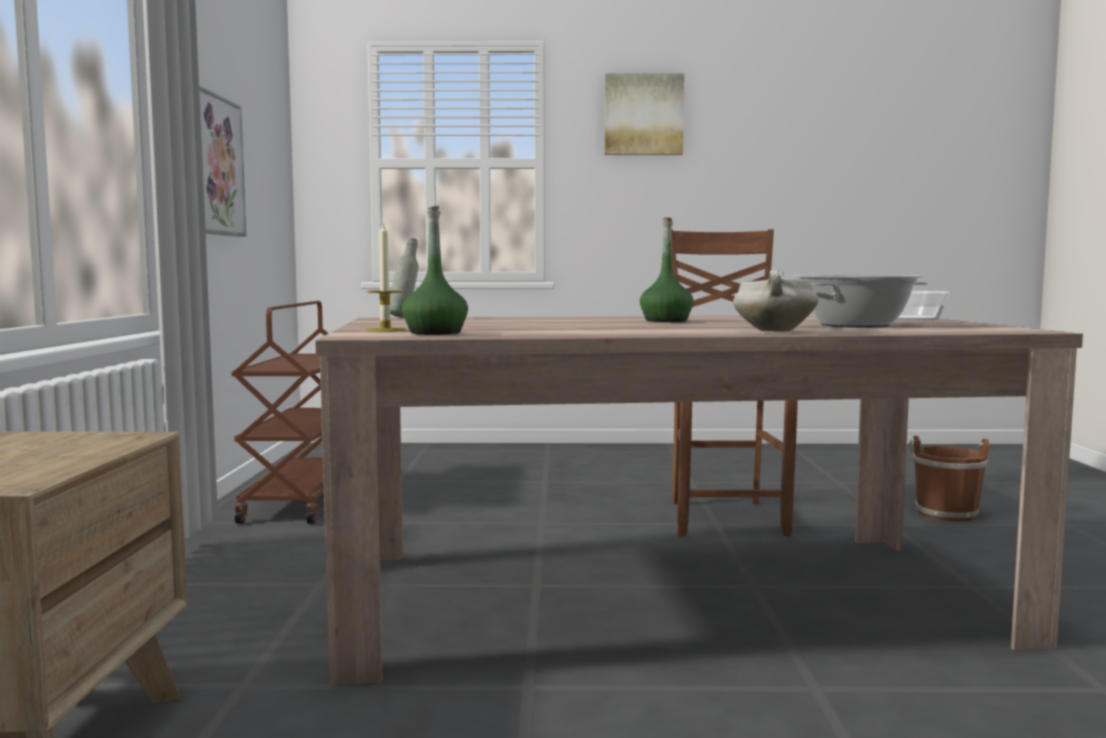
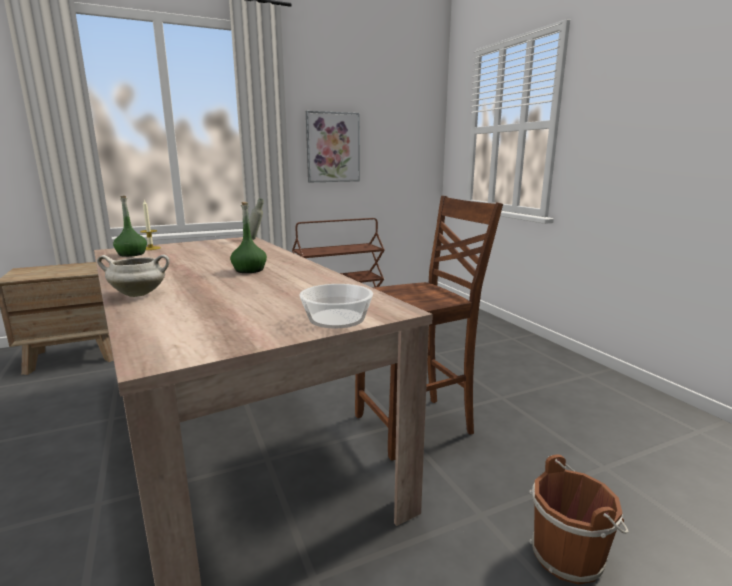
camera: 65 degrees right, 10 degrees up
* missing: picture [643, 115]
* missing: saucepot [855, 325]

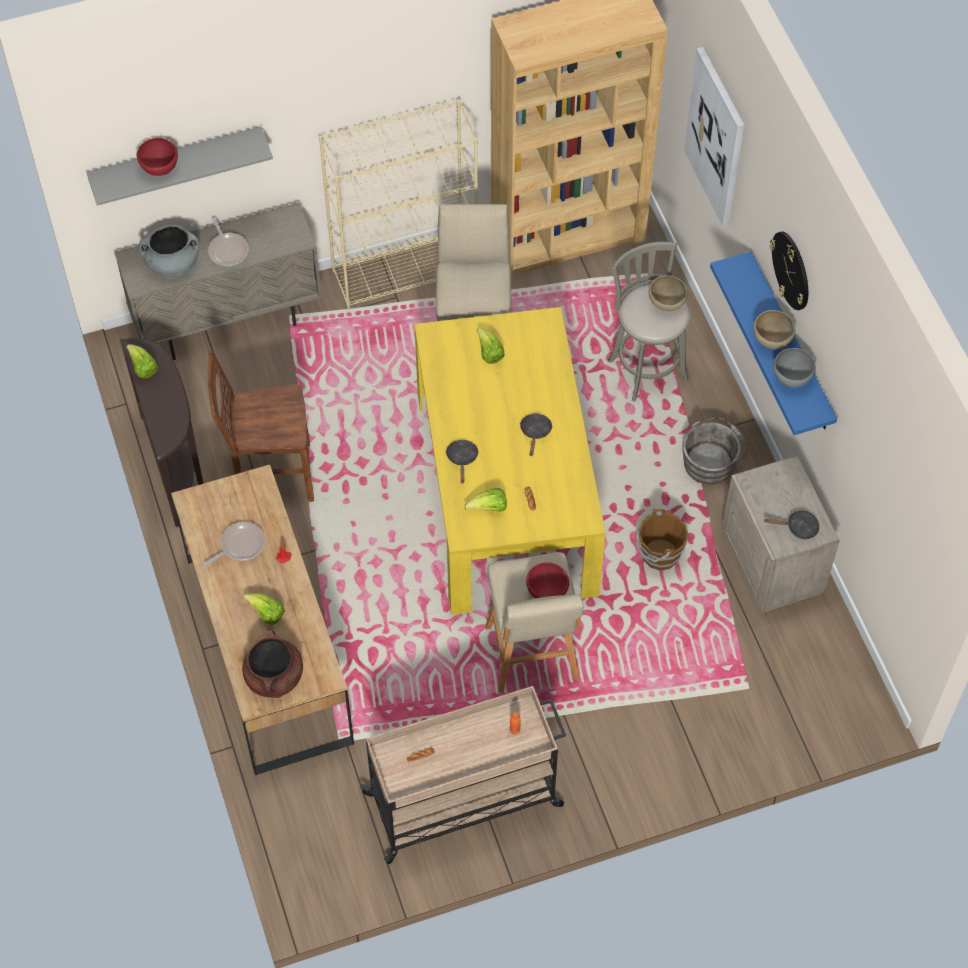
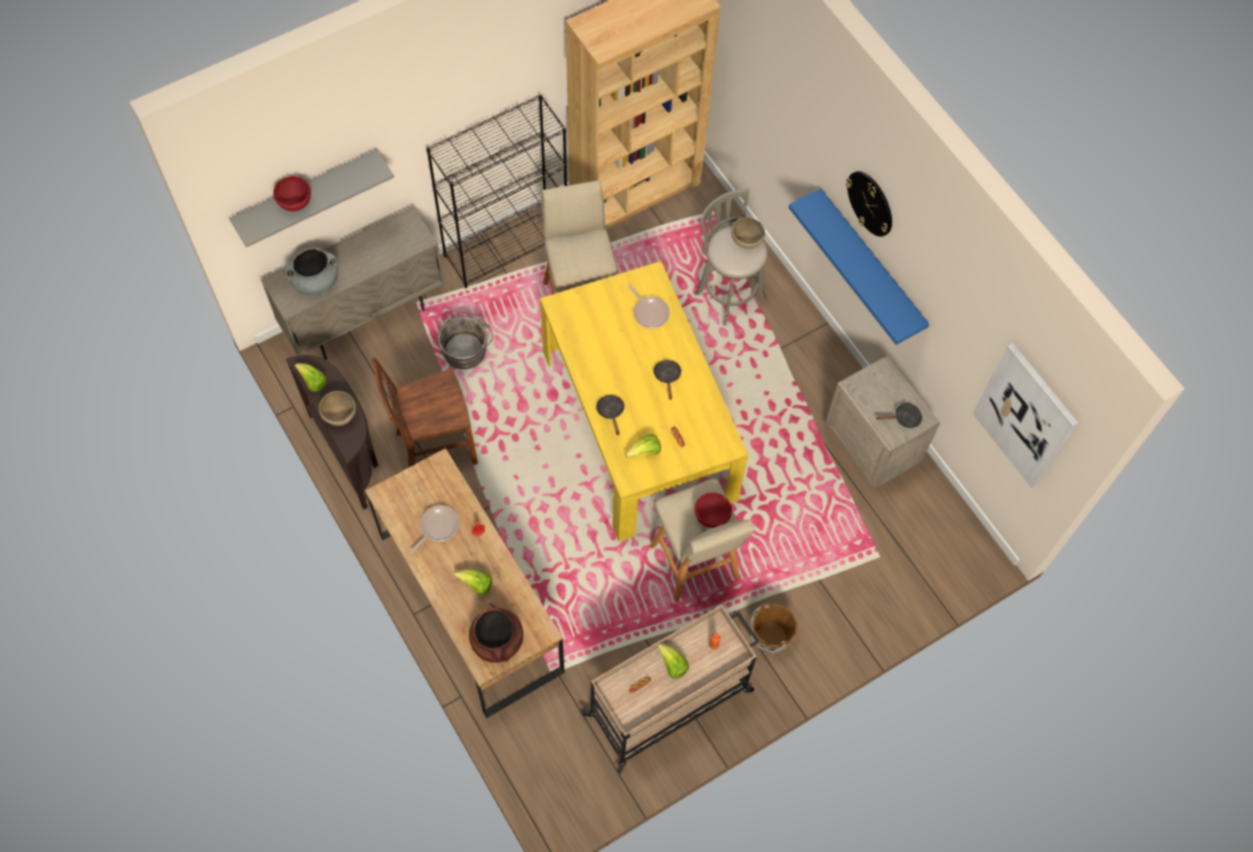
camera: 15 degrees left, 5 degrees up
* missing: deep dish/greyish [791, 378]
* relocated: frying pan [228, 250] to [649, 312]
* relocated: lettuce head [489, 353] to [672, 665]
* relocated: bucket/brown [659, 554] to [769, 638]
* relocated: bucket/greyish [711, 461] to [466, 349]
* relocated: picture [716, 137] to [1025, 416]
* relocated: deep dish/brown [771, 341] to [340, 416]
* colour: shelving unit/beige [405, 271] to shelving unit/blackish [506, 245]

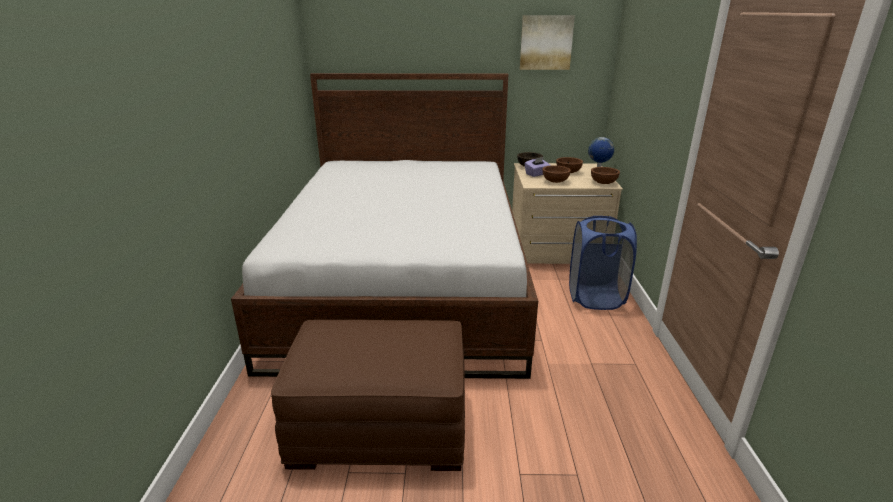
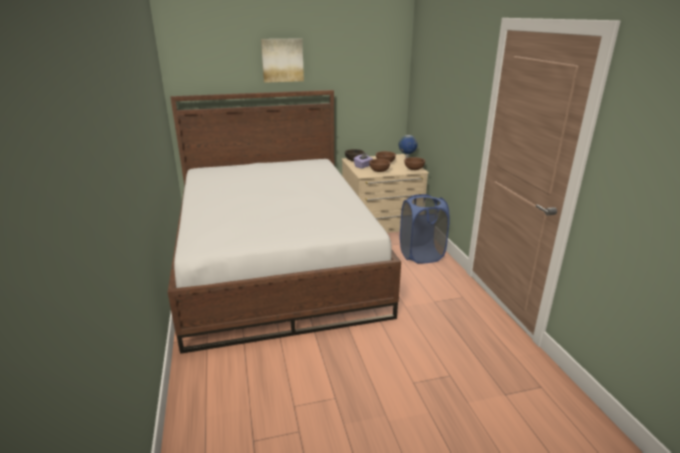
camera: 15 degrees left, 0 degrees up
* missing: ottoman/brown [381, 424]
* relocated: picture [546, 42] to [282, 60]

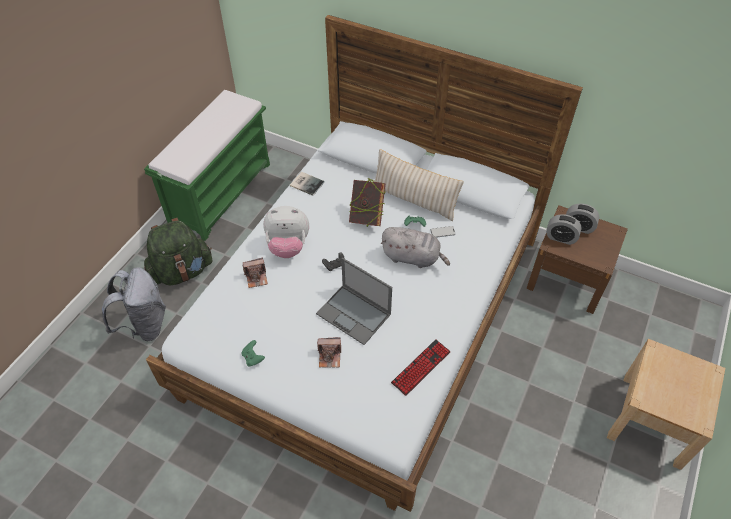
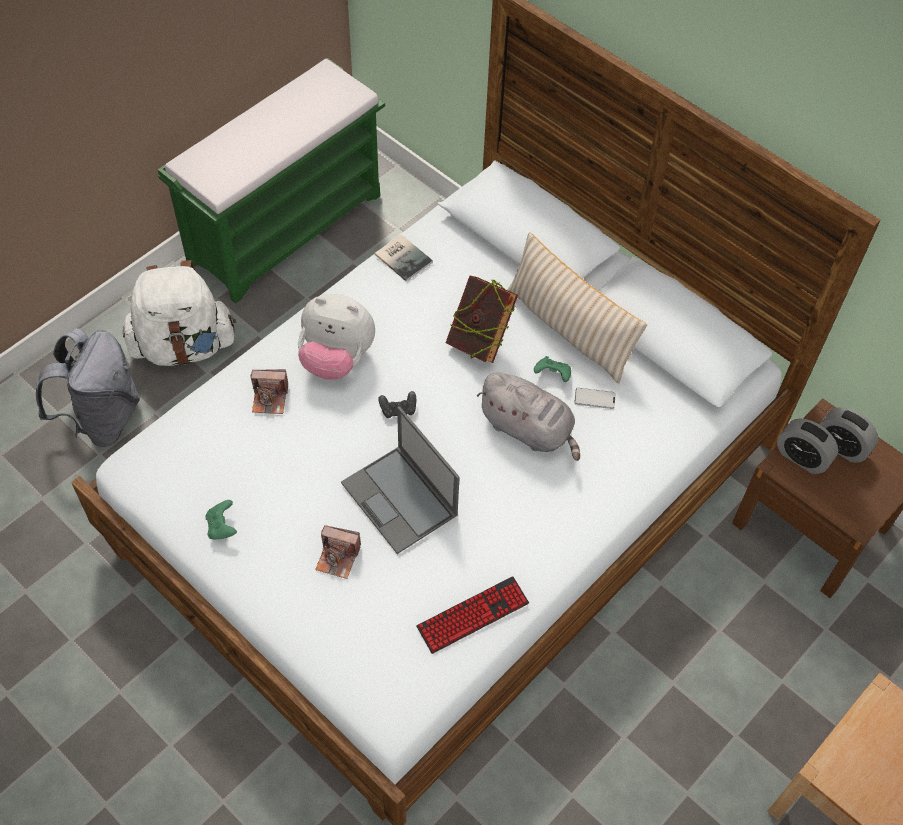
camera: 15 degrees right, 5 degrees up
* colour: backpack/green-coloured [182, 271] to backpack/white [184, 346]

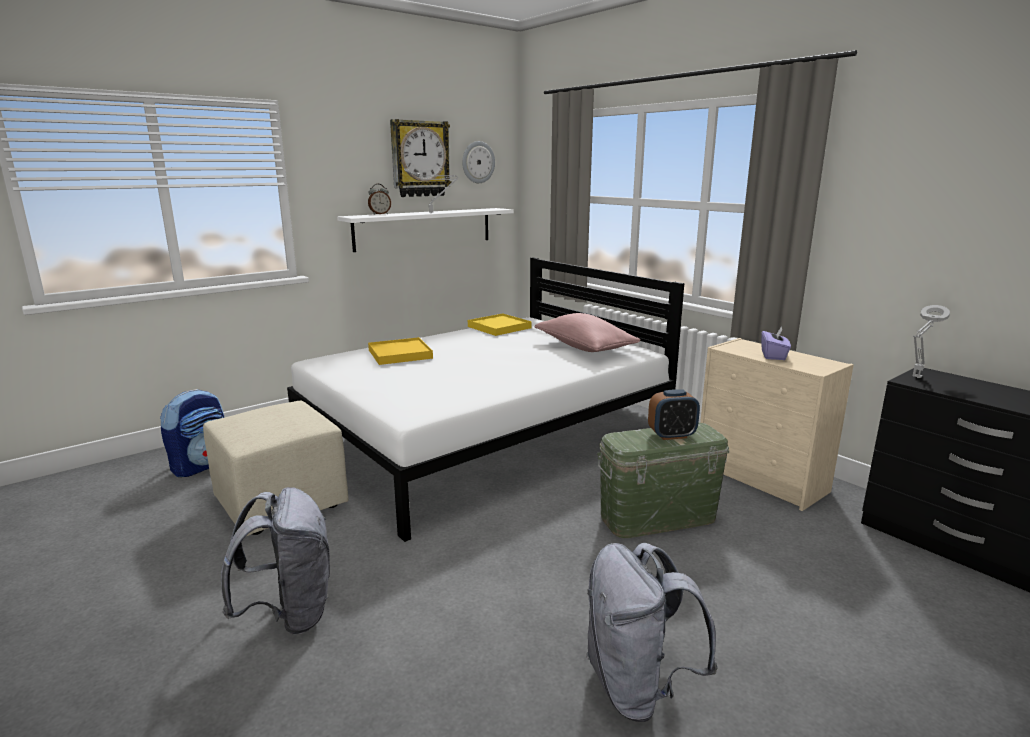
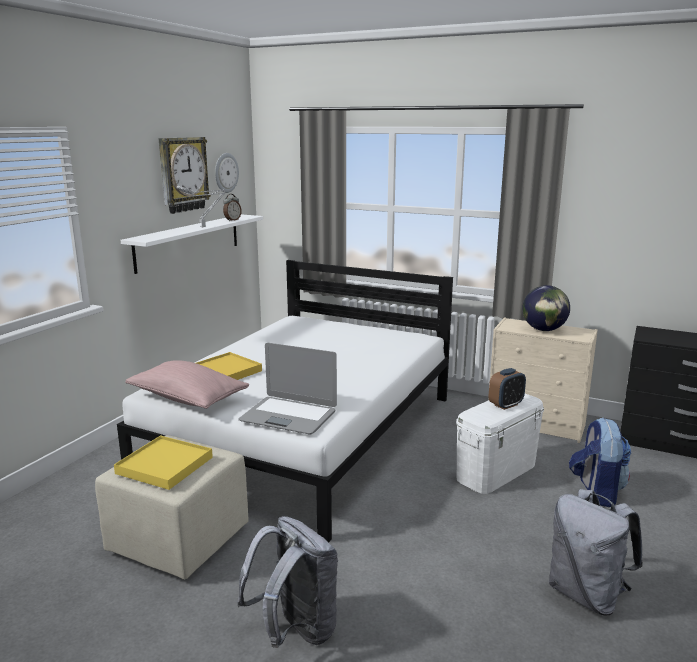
camera: 25 degrees left, 0 degrees up
* missing: table lamp/greyish [916, 378]
* appeared: laptop [289, 416]
* relocated: backpack [201, 465] to [596, 491]
* relocated: table clock [380, 214] to [232, 220]
* relocated: carrying tray/yellow [499, 327] to [165, 465]
* relocated: pillow/pink [584, 347] to [188, 399]
* exchanged: tissue box/purple-coloured [773, 355] to desk globe [543, 330]
* colour: storage bin/green-coloured [658, 517] to storage bin/white [496, 471]

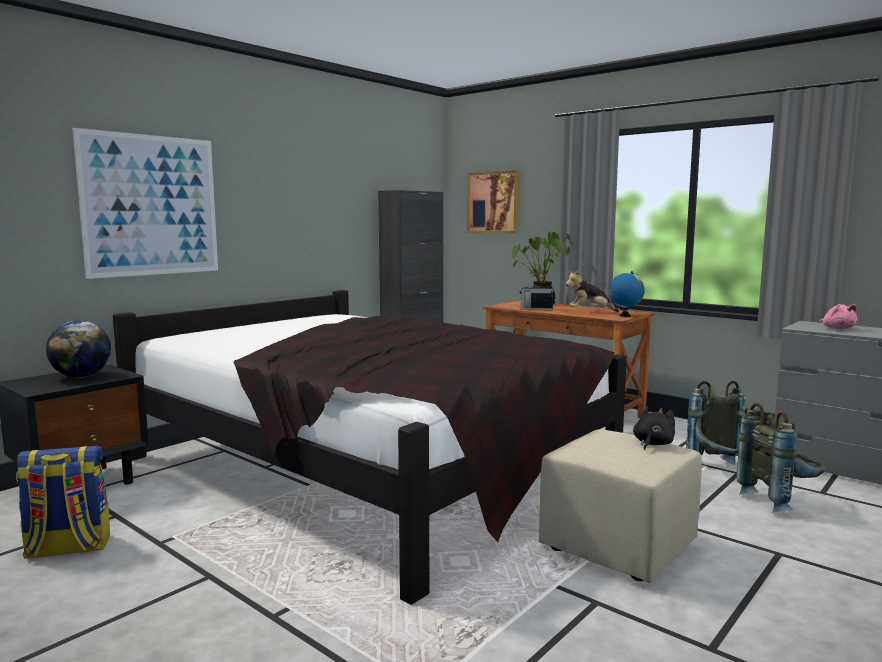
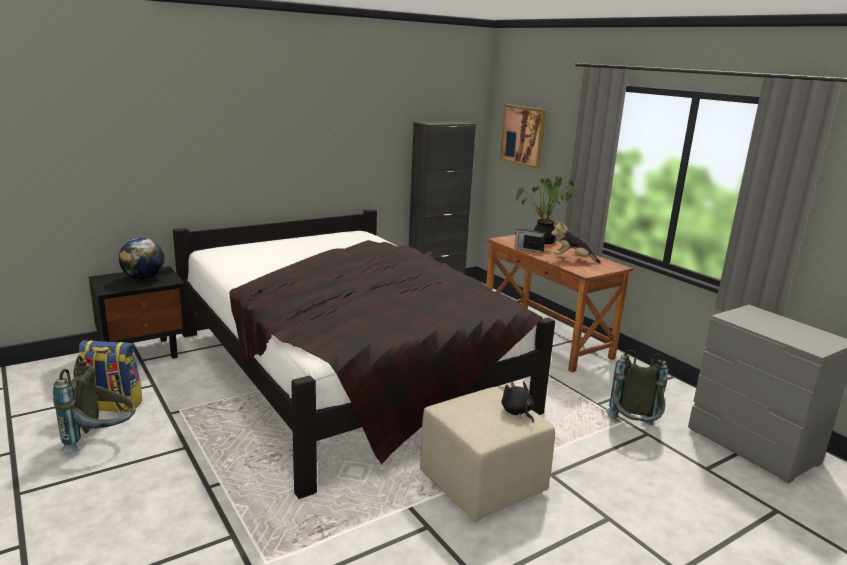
camera: 15 degrees right, 10 degrees up
* missing: picture [151, 205]
* missing: desk globe [625, 316]
* missing: plush toy/pink [837, 329]
* relocated: backpack/greyish [780, 501] to [102, 440]
* spun: plush toy/blackish [652, 444] = [517, 412] 75 degrees counterclockwise

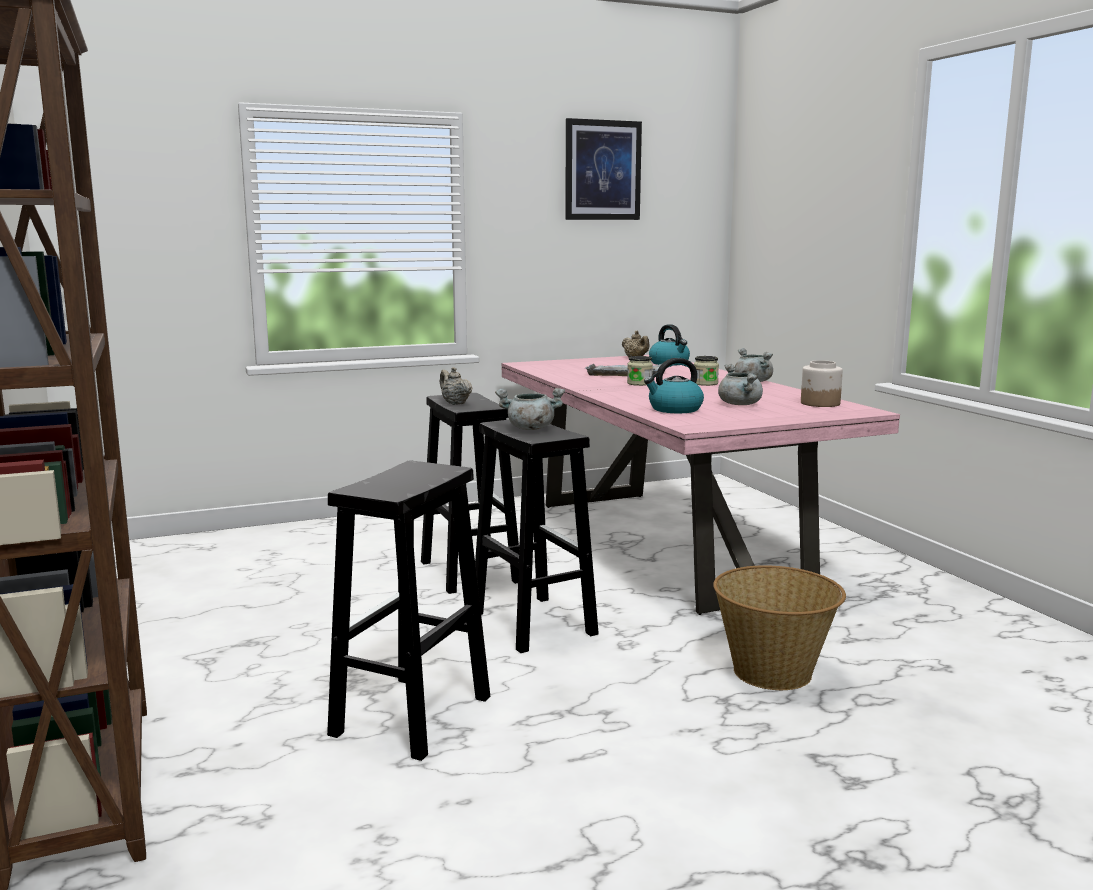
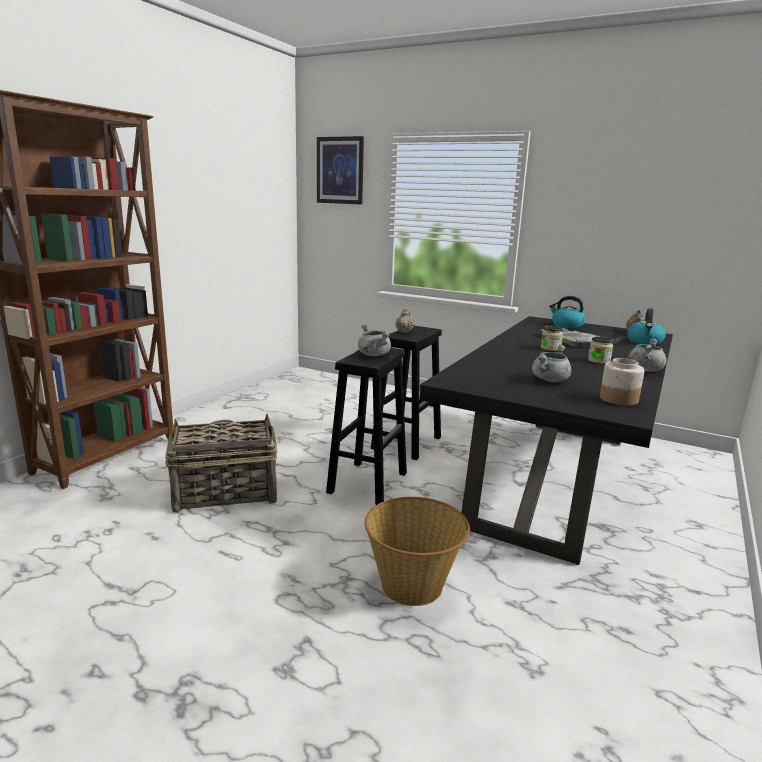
camera: 50 degrees right, 5 degrees up
* relocated: picture [602, 170] to [340, 170]
* relocated: water kettle [674, 409] to [566, 325]
* exchanged: stool seat/blackish [411, 717] to storage basket [224, 493]
* colour: kitchen table/pink [666, 545] to kitchen table/blackish [553, 480]

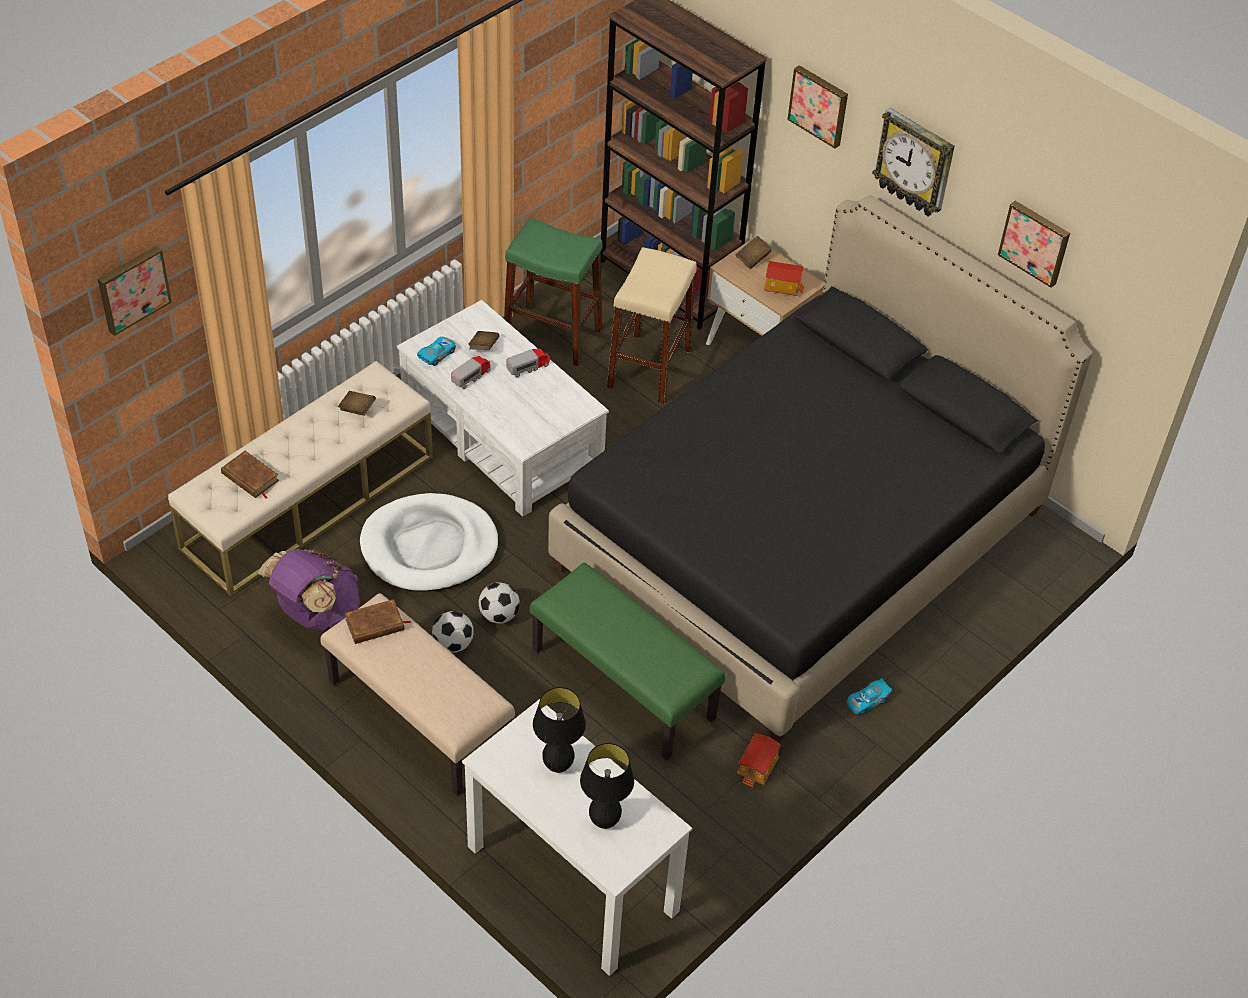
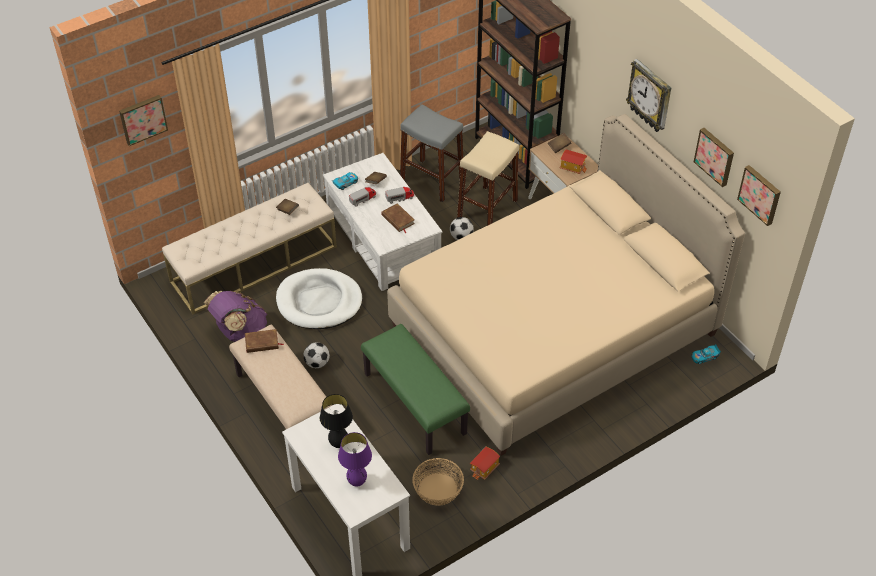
camera: 15 degrees right, 0 degrees up
* appeared: storage basket [438, 489]
* relocated: bound book/brown [250, 477] to [398, 219]
* relocated: ball for football [499, 615] to [461, 237]
* relocated: picture [819, 105] to [760, 194]
* relocated: model car [867, 701] to [704, 357]
* colour: stool seat/green-coloured [552, 335] to stool seat/greyish [432, 180]
* colour: bedroom bed/blackish [800, 539] to bedroom bed/beige [553, 329]
* colour: table lamp/blackish [604, 822] to table lamp/purple-coloured [357, 482]

